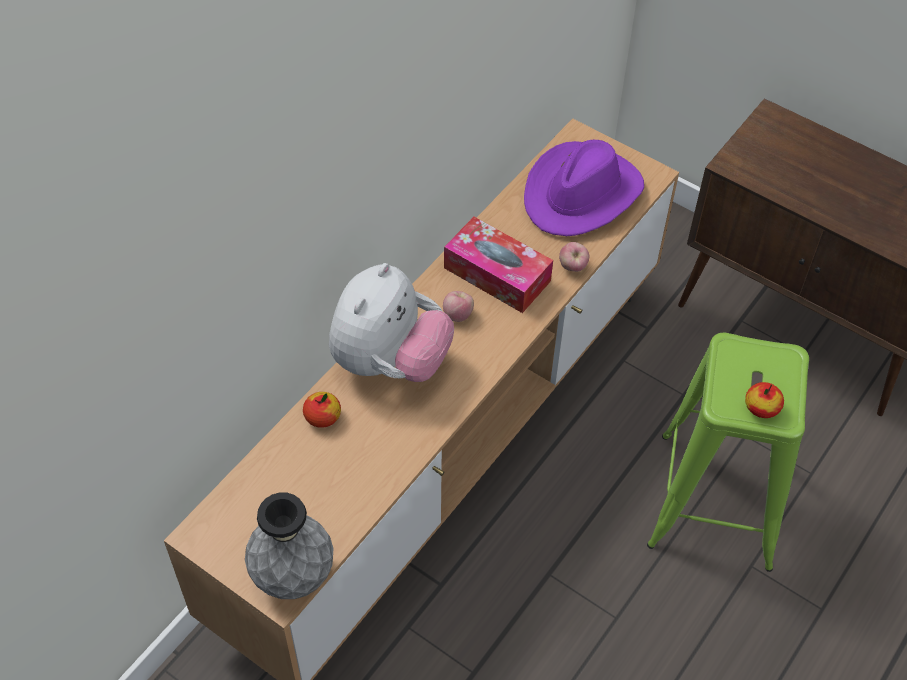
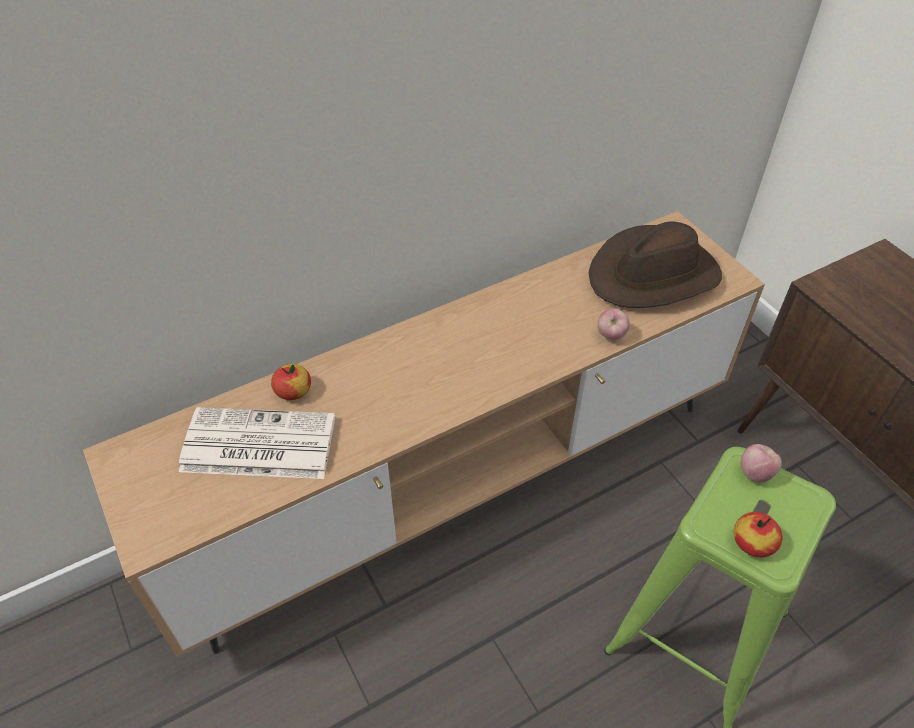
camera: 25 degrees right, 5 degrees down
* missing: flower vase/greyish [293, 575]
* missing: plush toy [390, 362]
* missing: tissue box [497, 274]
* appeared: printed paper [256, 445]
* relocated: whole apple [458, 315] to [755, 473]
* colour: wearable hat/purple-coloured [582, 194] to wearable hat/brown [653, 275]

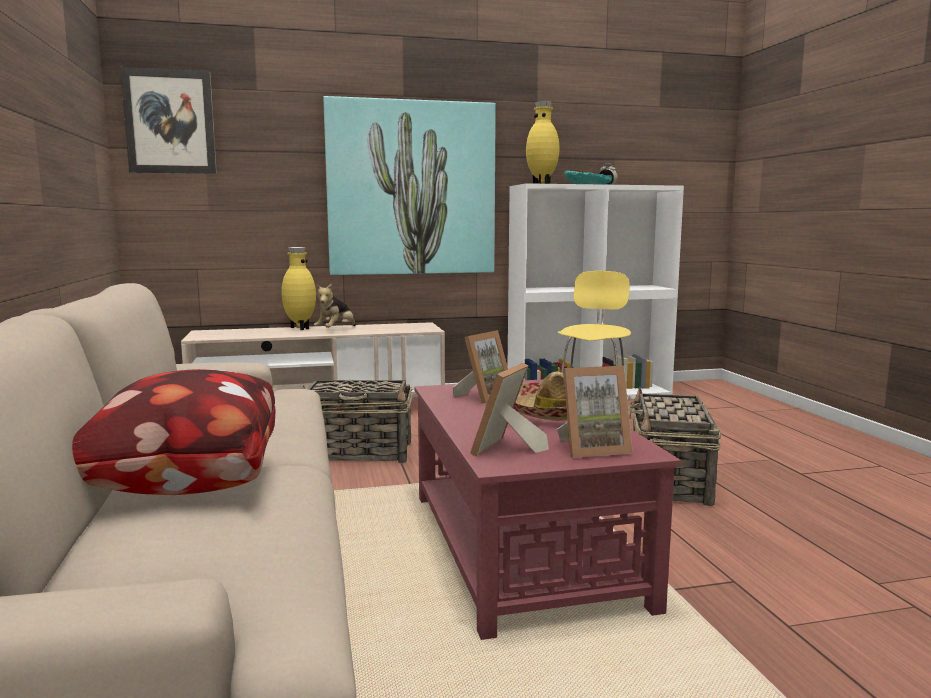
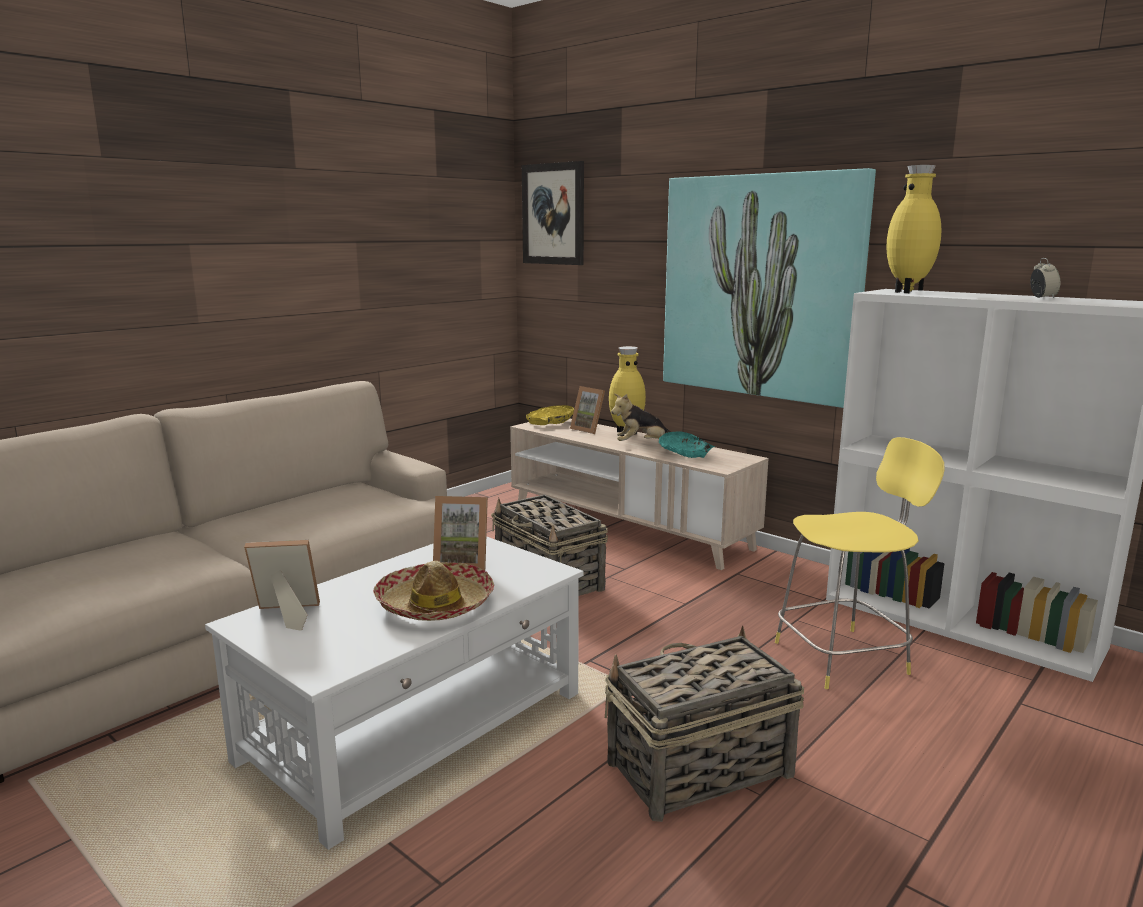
camera: 55 degrees right, 5 degrees up
* missing: pillow [183, 485]
* appeared: deep dish/yellow [550, 423]
* relocated: photo frame [592, 449] to [590, 430]
* relocated: deep dish/turquoise-coloured [586, 185] to [684, 454]
* colour: lounge table/red-coloured [521, 546] to lounge table/white [417, 726]

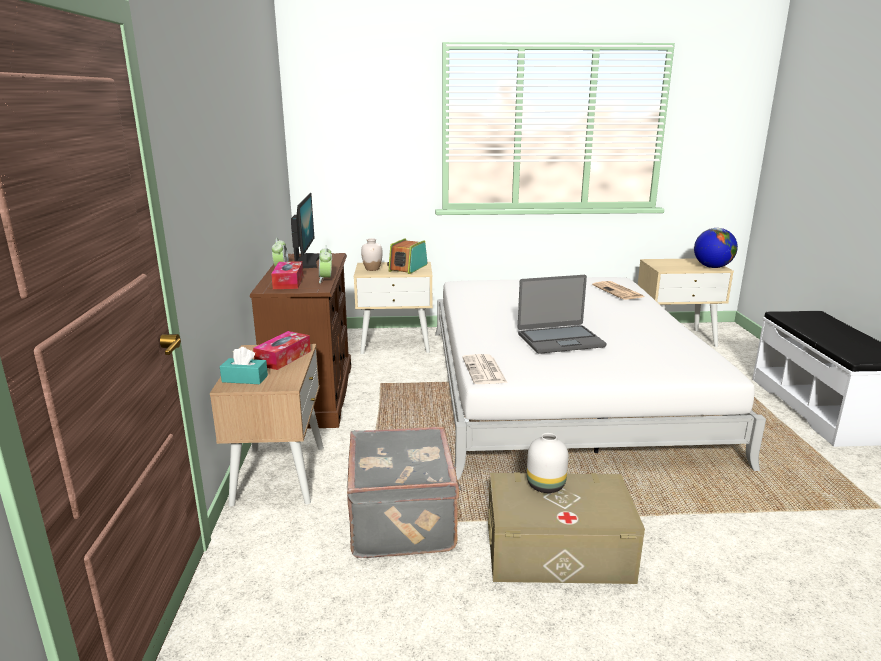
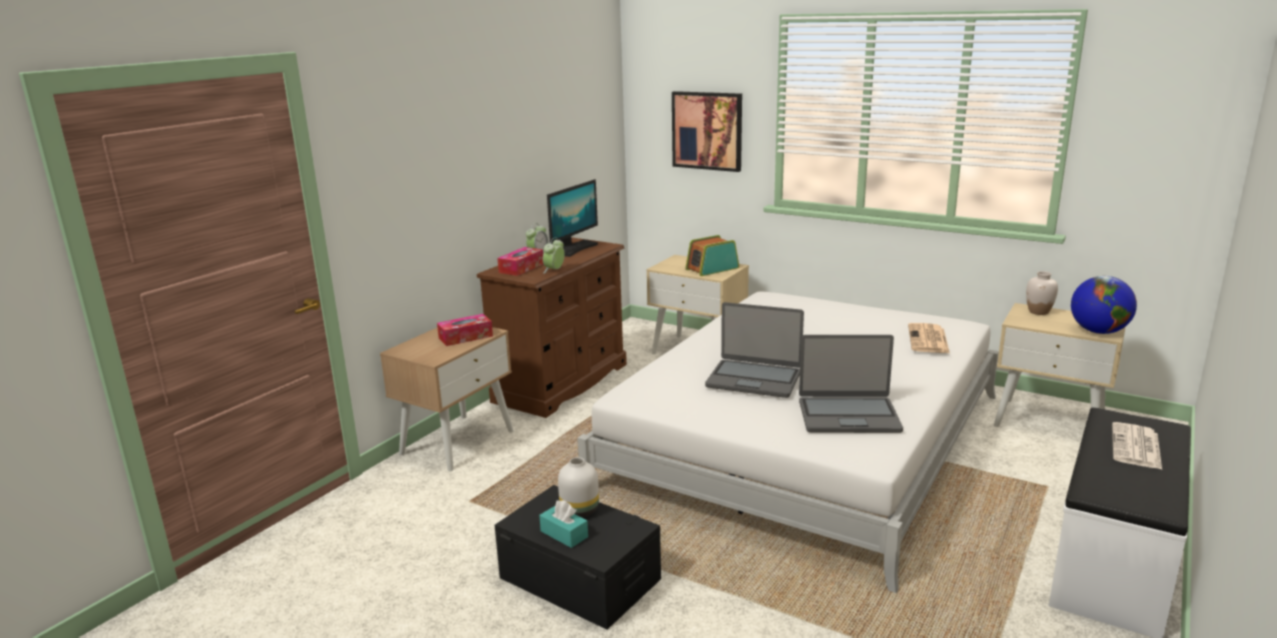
camera: 35 degrees right, 0 degrees up
* missing: piece of luggage/greyish [404, 520]
* appeared: picture [707, 130]
* appeared: laptop [848, 416]
* relocated: tissue box/turquoise-coloured [245, 379] to [564, 534]
* relocated: flower vase/white [372, 269] to [1039, 312]
* relocated: printed paper [484, 370] to [1136, 447]
* colour: storage bin/beige [557, 551] to storage bin/blackish [579, 578]

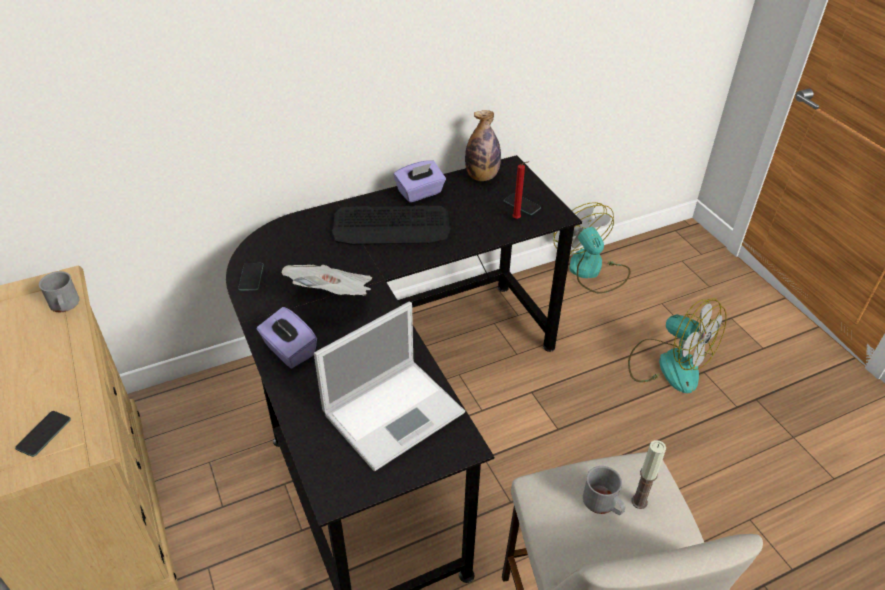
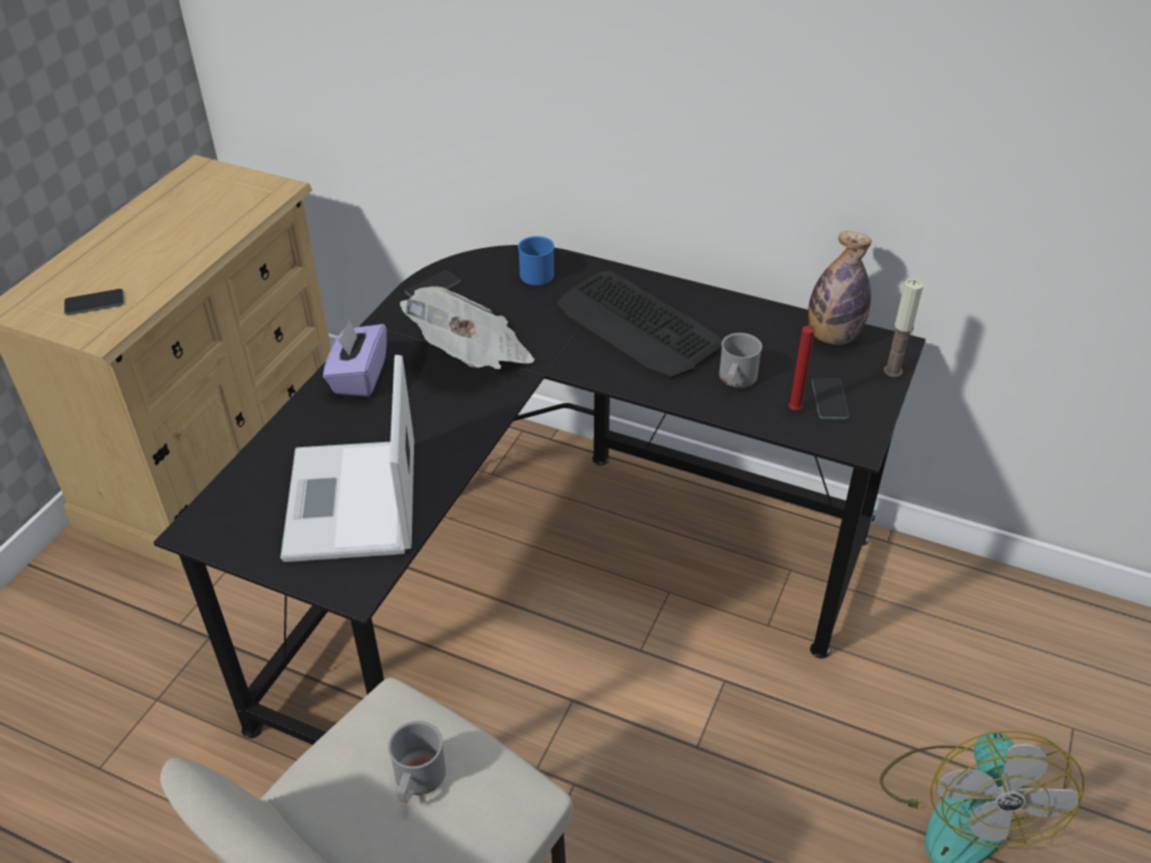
camera: 50 degrees right, 0 degrees up
* missing: tissue box/purple-coloured [420, 193]
* missing: electric fan [591, 271]
* appeared: tea mug/blue [535, 272]
* relocated: tea mug/greyish [65, 306] to [736, 380]
* relocated: wax candle [639, 501] to [892, 371]
* spun: laptop [395, 411] = [352, 503] 75 degrees clockwise

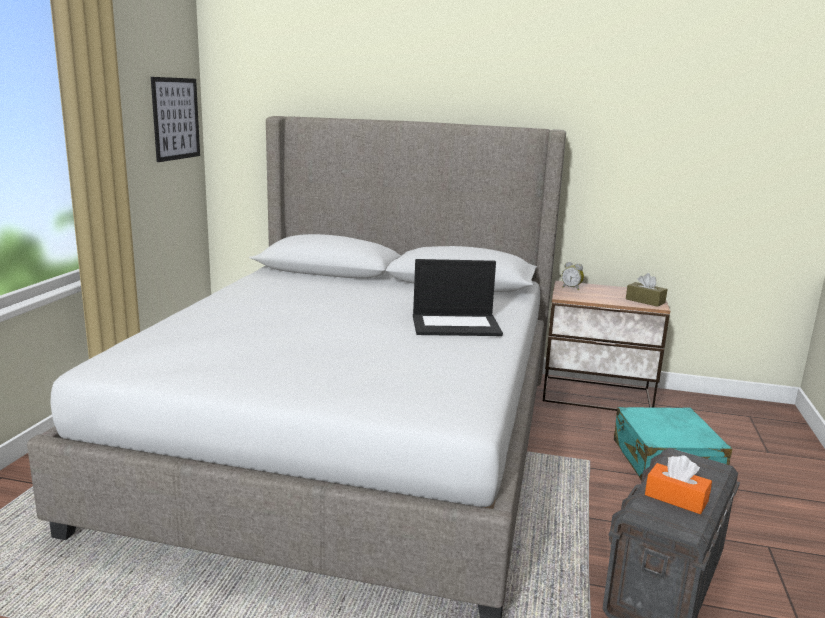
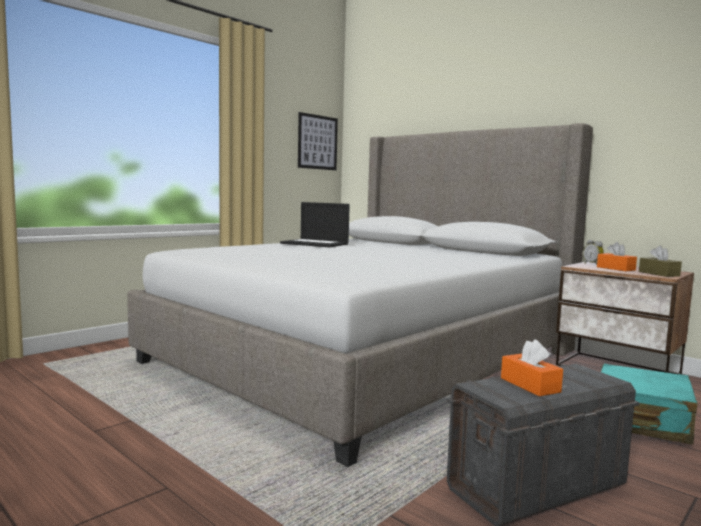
camera: 30 degrees right, 10 degrees down
* appeared: tissue box/orange [615, 268]
* relocated: laptop [456, 325] to [315, 244]

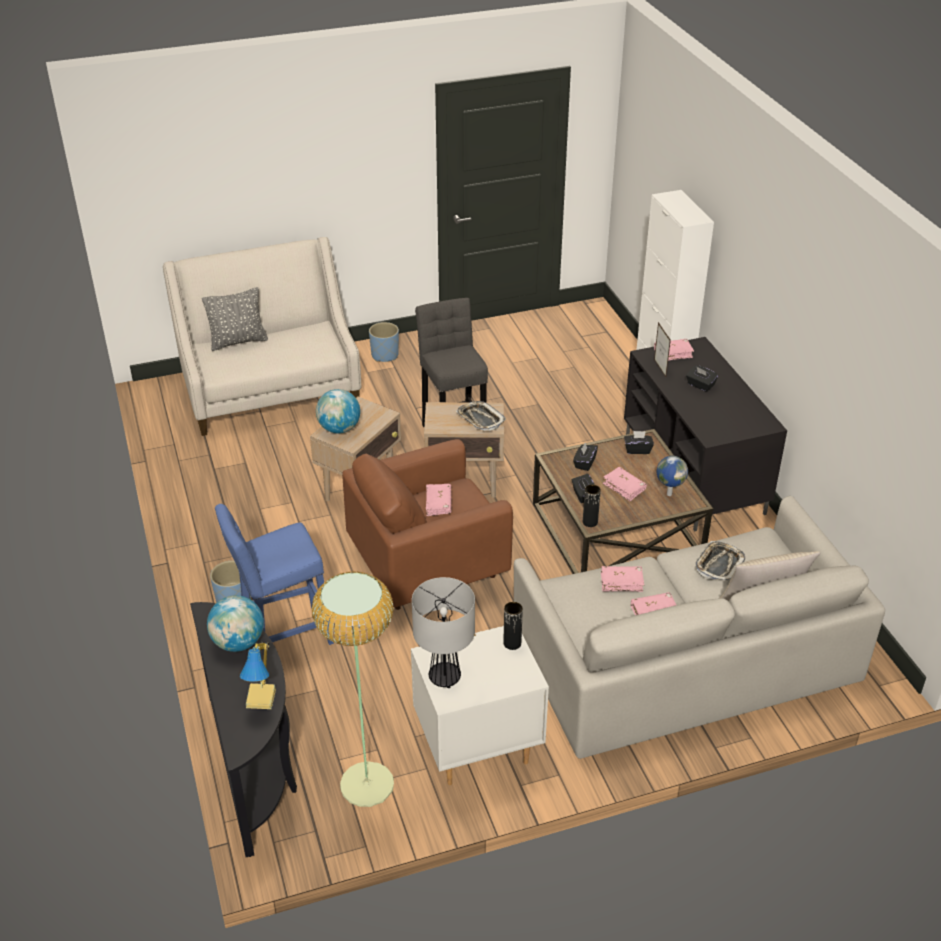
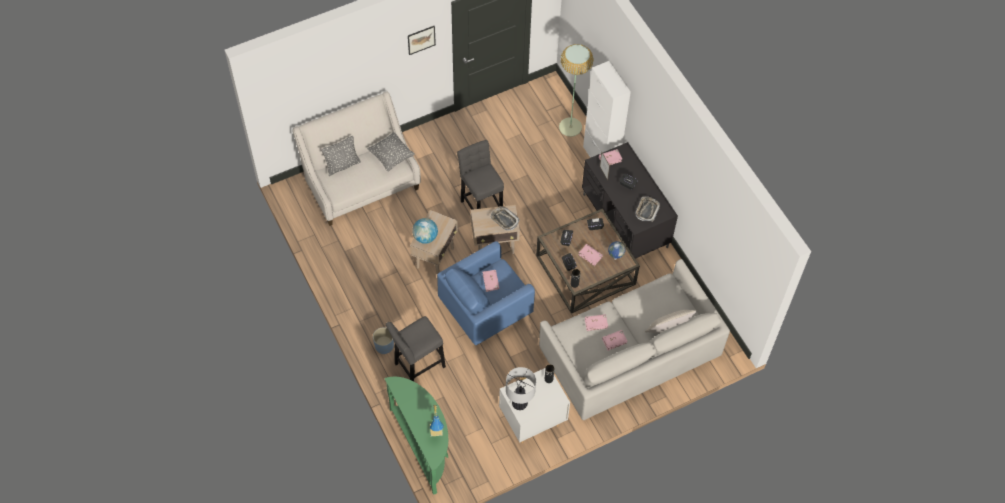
camera: 10 degrees left, 20 degrees up
* missing: desk globe [238, 642]
* missing: flower pot/blue [385, 355]
* appeared: pillow/greyish [391, 157]
* appeared: picture [421, 39]
* relocated: floor lamp [366, 784] to [570, 127]
* relocated: carrying tray [719, 564] to [647, 210]
* colour: console table/blackish [255, 766] to console table/green-coloured [424, 445]
* colour: stool seat/blue [283, 638] to stool seat/greyish [417, 367]
* colour: armchair/brown [429, 567] to armchair/blue [486, 309]

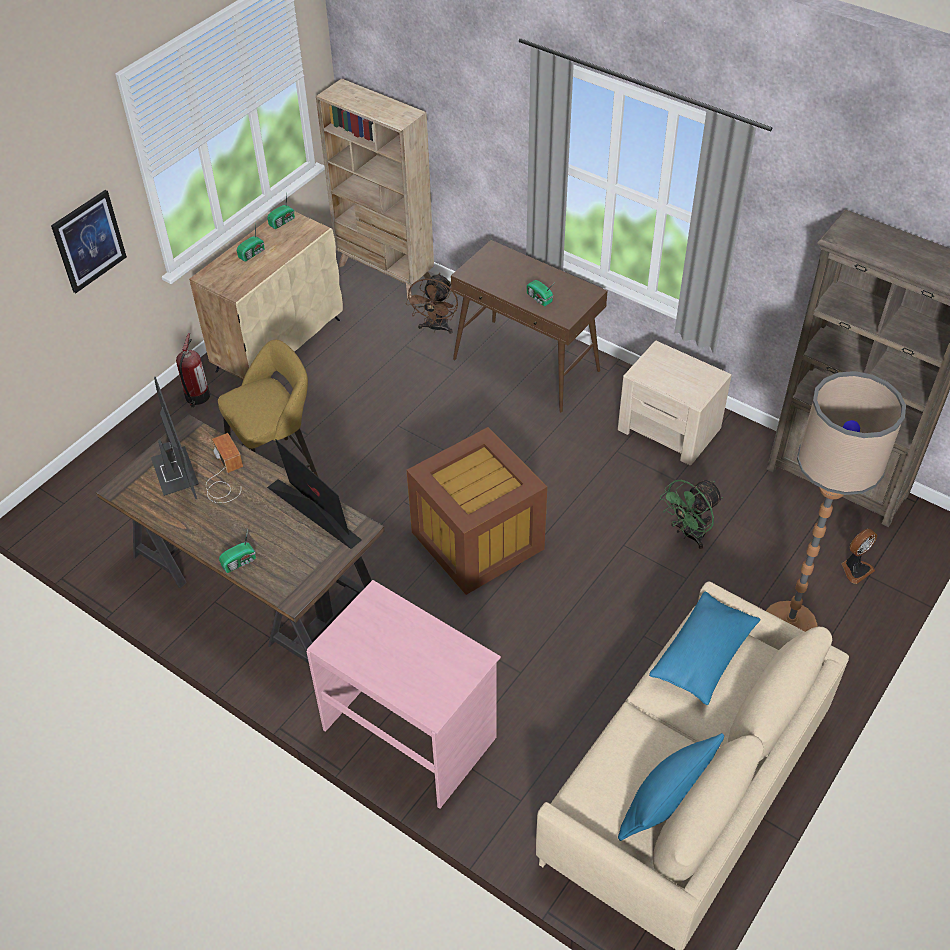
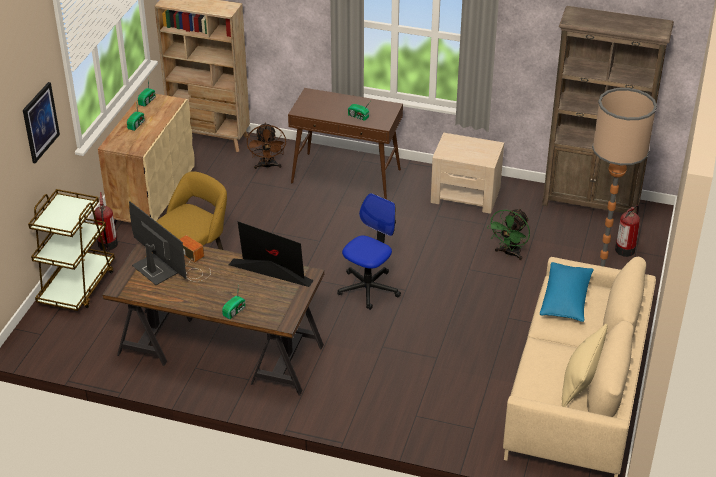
camera: 20 degrees left, 10 degrees down
* missing: desk table/pink [411, 732]
* appeared: trolley/brown [77, 286]
* exchanged: storage bin/brown [479, 541] to office chair [368, 288]
* exchanged: electric fan [855, 569] to fire-fighting cylinder [625, 249]
* colour: pillow/blue [666, 800] to pillow/beige [581, 380]

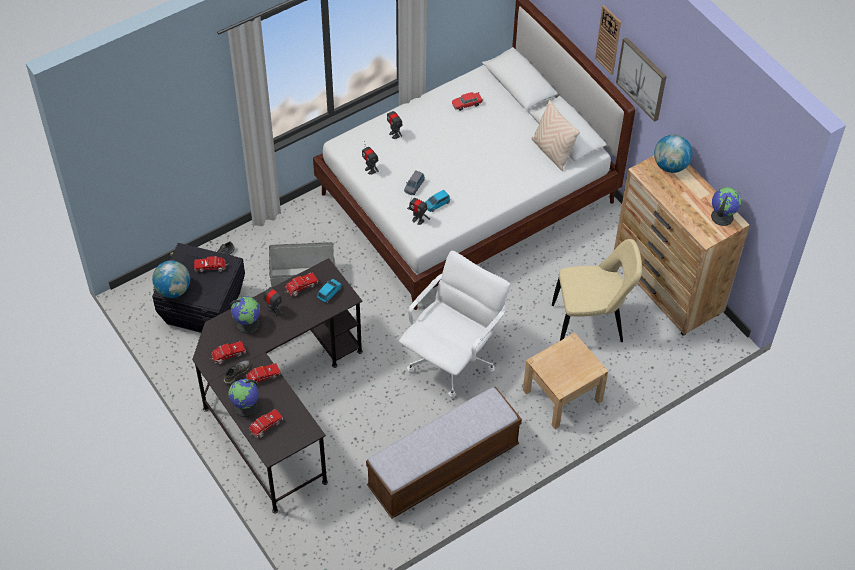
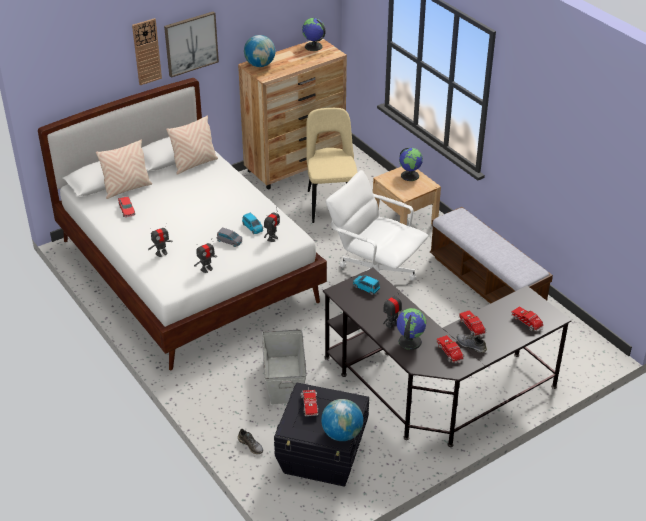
camera: 90 degrees left, 15 degrees down
* missing: model truck [300, 287]
* appeared: pillow/beige [127, 188]
* relocated: desk globe [246, 407] to [410, 175]

